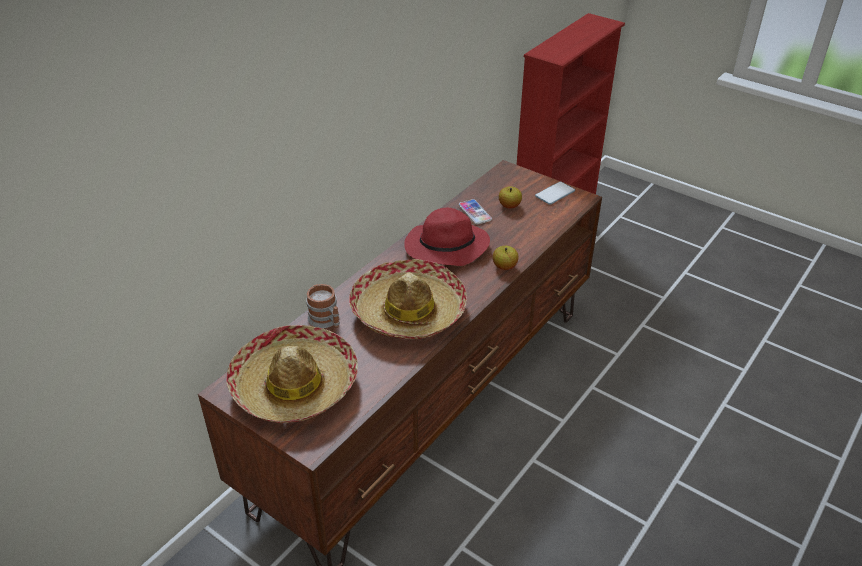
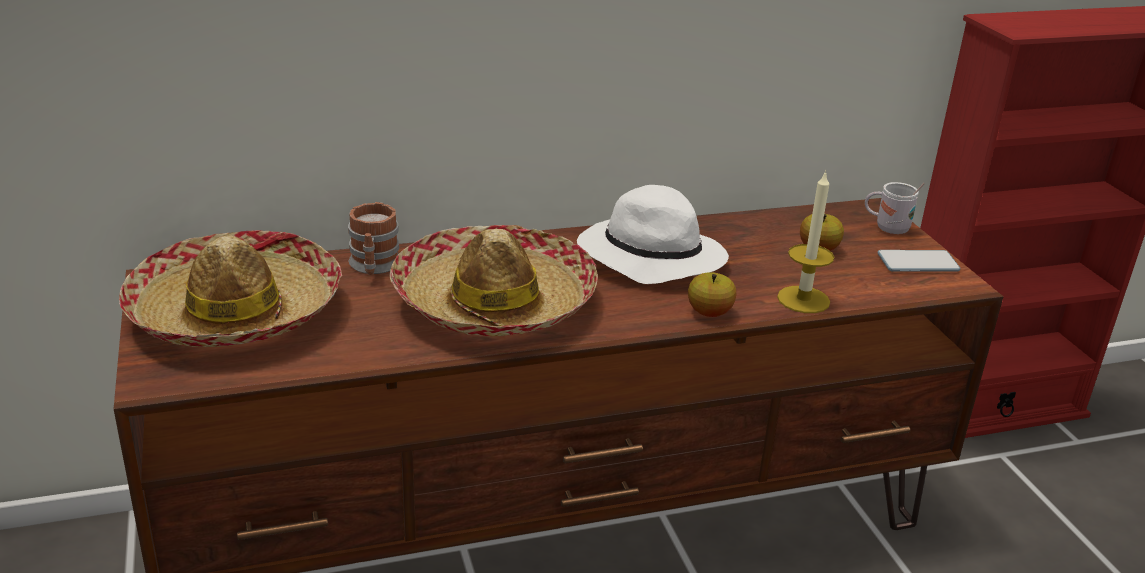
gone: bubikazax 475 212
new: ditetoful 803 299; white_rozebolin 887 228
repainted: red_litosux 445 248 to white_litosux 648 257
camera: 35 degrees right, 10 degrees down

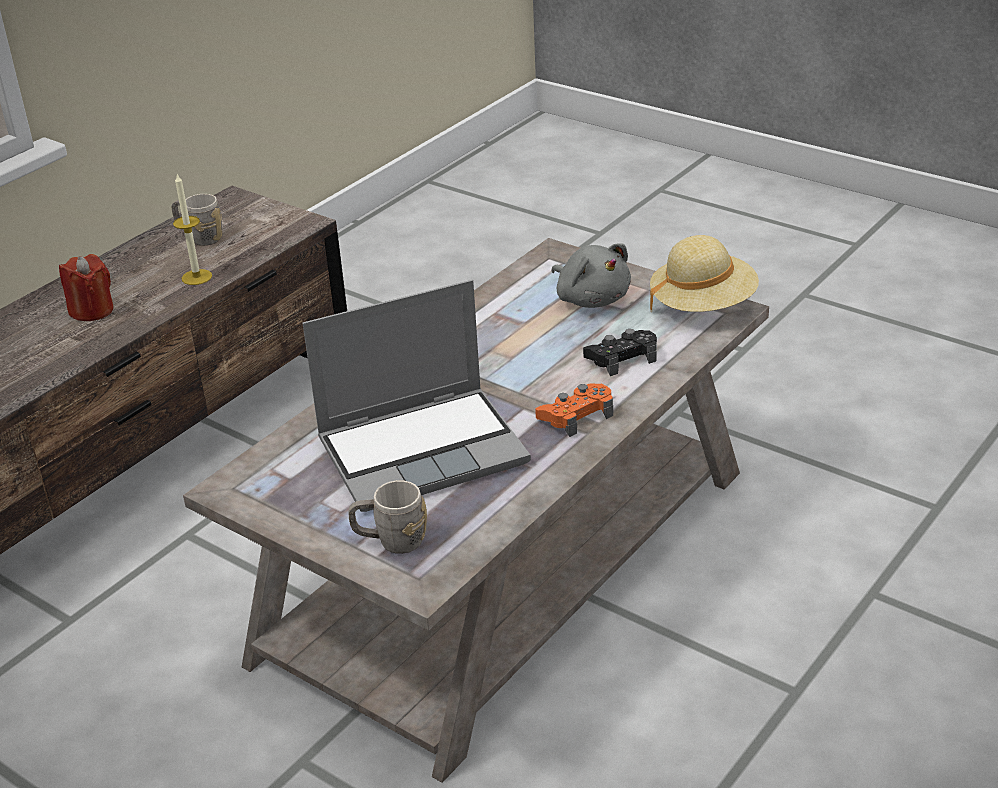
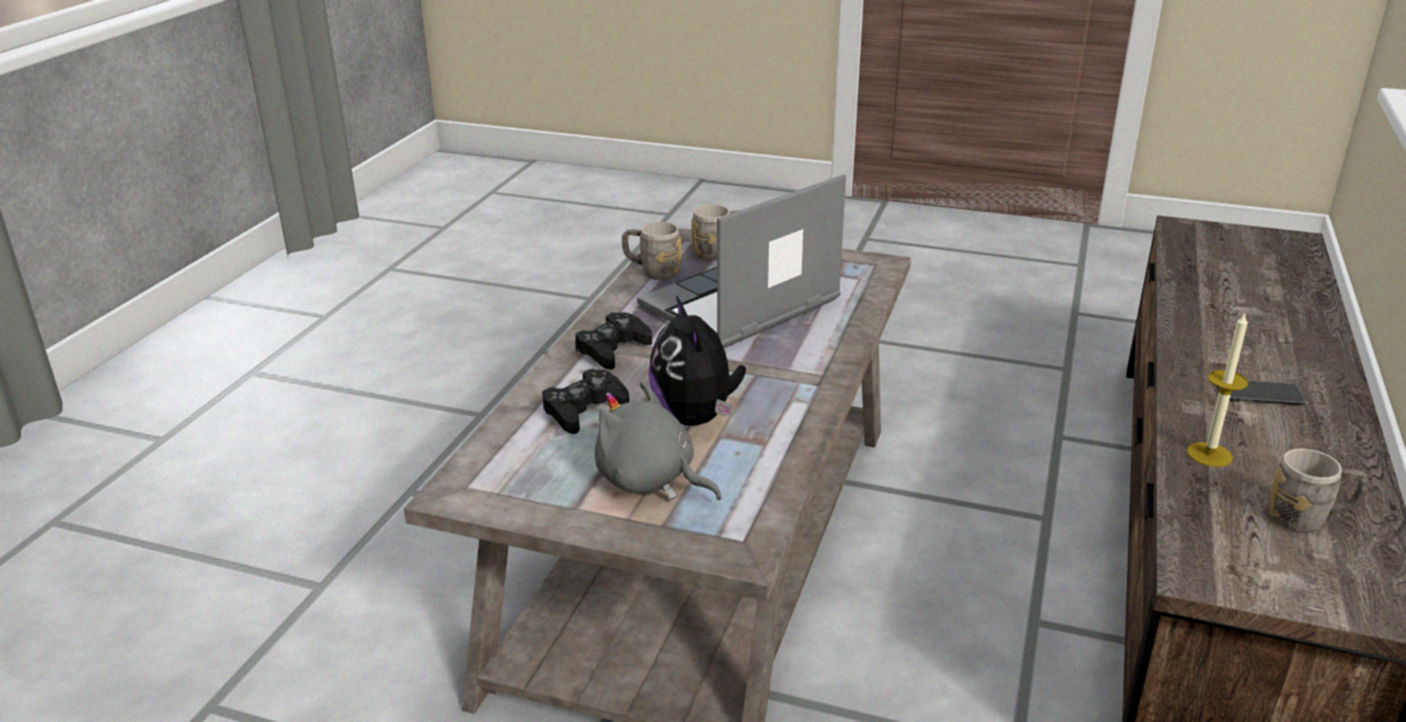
gone: beige_litosux 703 305
new: grey_rozebolin 652 271; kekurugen 696 418
swapped: red_ditetoful 92 310 to bubikazax 1259 394
repainted: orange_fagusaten 576 416 to black_fagusaten 612 349
camera: 160 degrees right, 5 degrees down

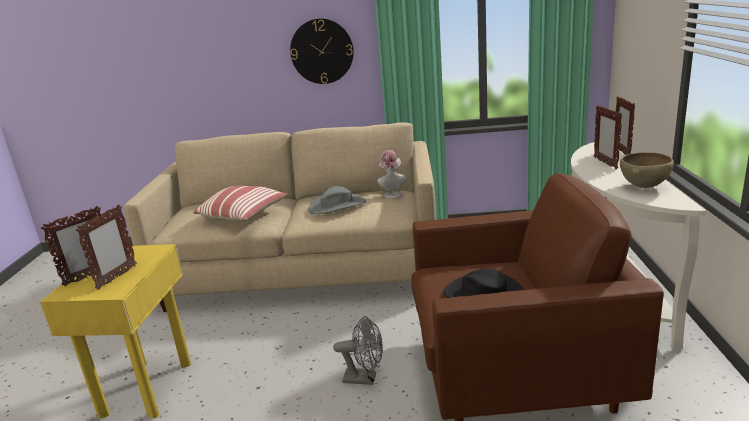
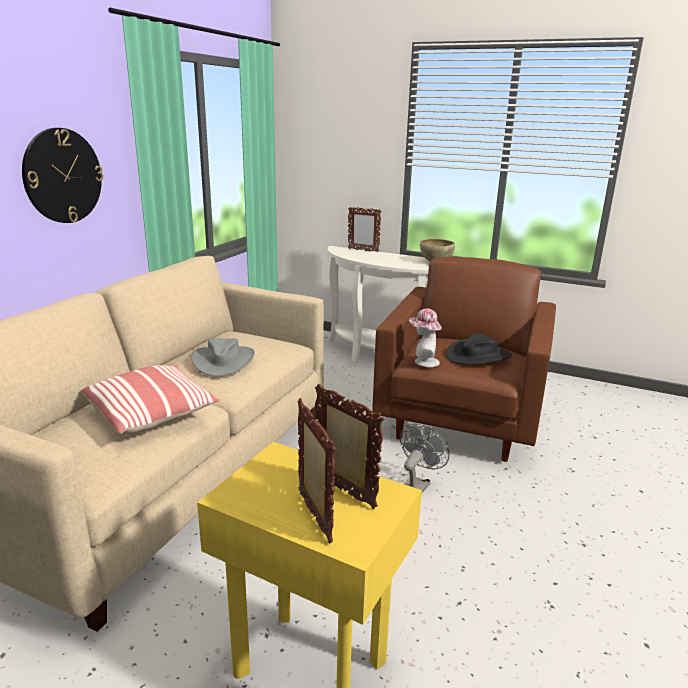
gone: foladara 605 163
shifted: litosux 392 194 to 423 362
camera: 70 degrees left, 0 degrees up

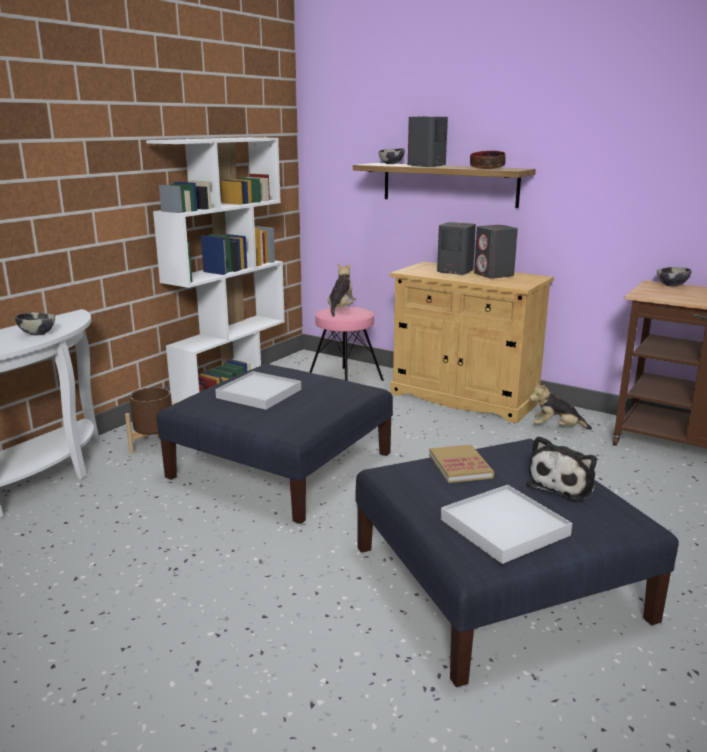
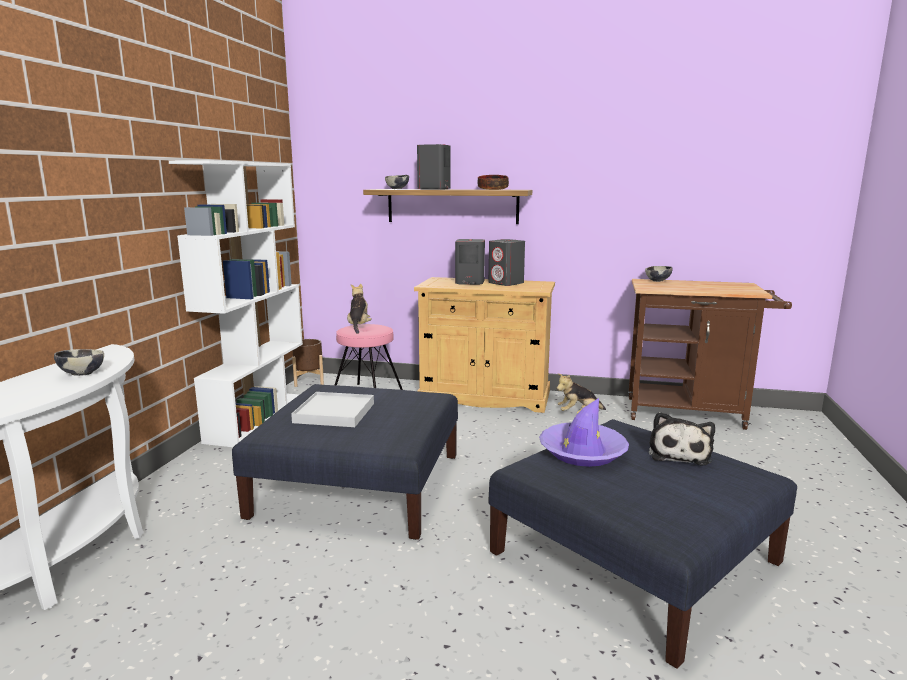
gone: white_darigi 504 527
shifted: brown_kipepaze 155 446 to 309 381
swapped: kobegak 460 466 to purple_litosux 582 452
camera: 20 degrees left, 5 degrees down

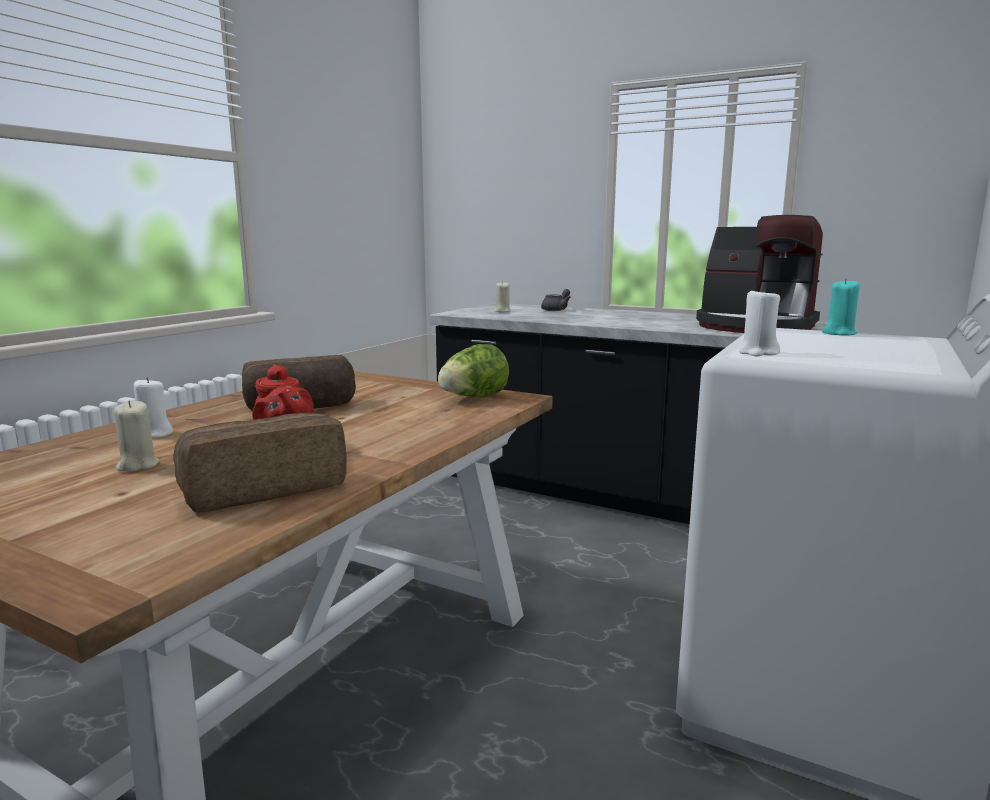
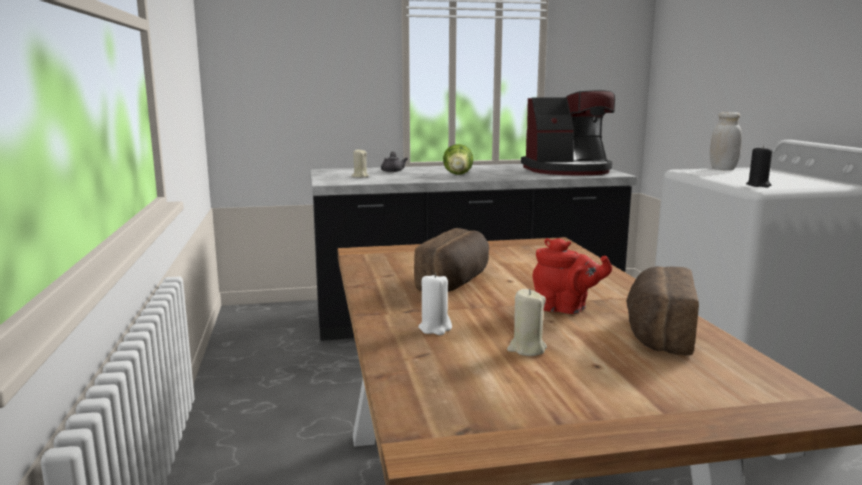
shifted: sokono 473 398 to 458 175
swapped: turquoise_ditetoful 839 333 to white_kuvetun 722 169
repainted: white_ditetoful 758 353 to black_ditetoful 758 185
camera: 40 degrees left, 0 degrees up

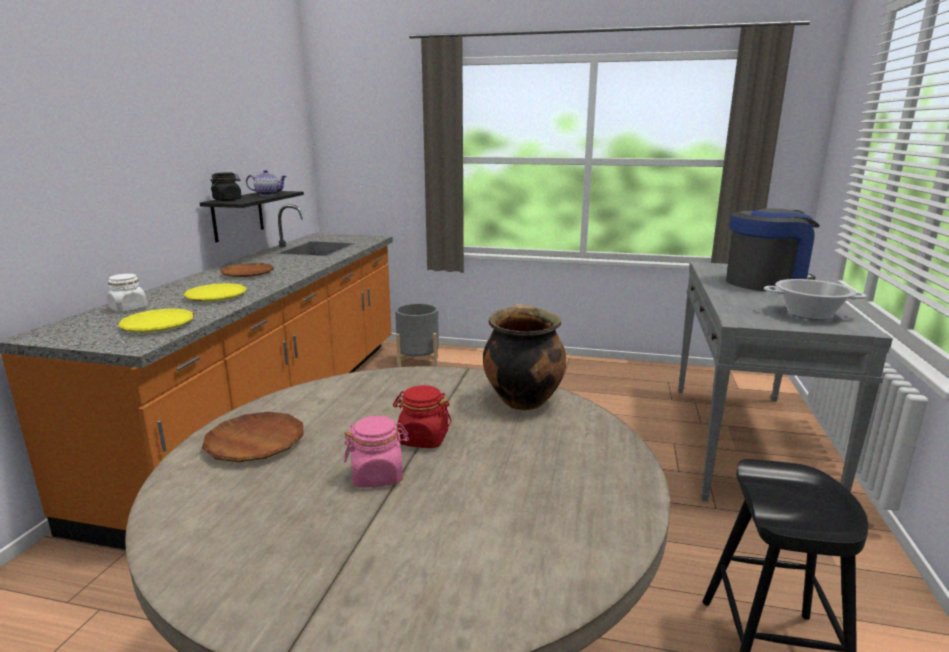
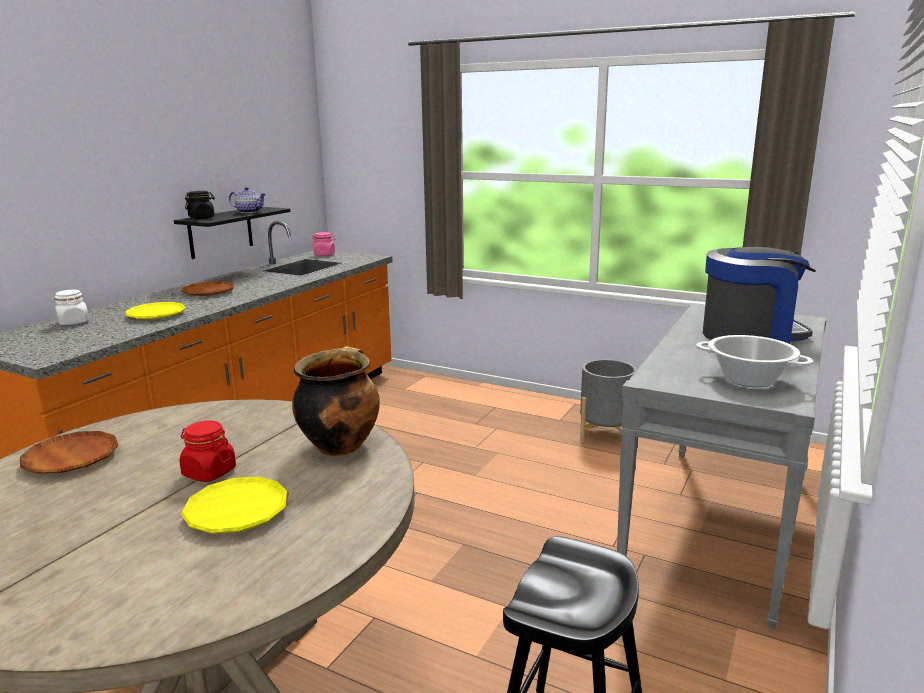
shifted: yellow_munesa 158 325 to 237 511; pink_kuvetun 378 476 to 324 254; grey_kipepaze 418 364 to 605 434
camera: 15 degrees right, 0 degrees up

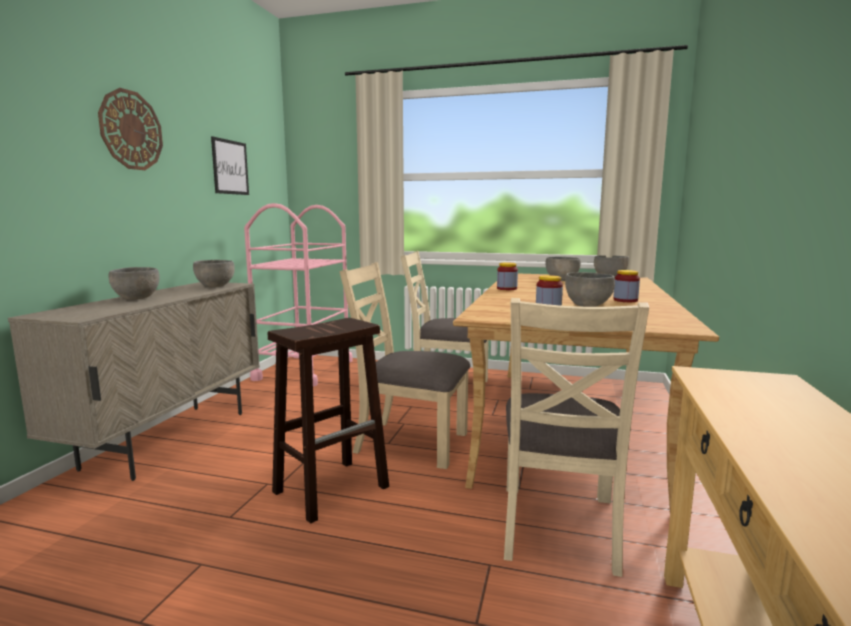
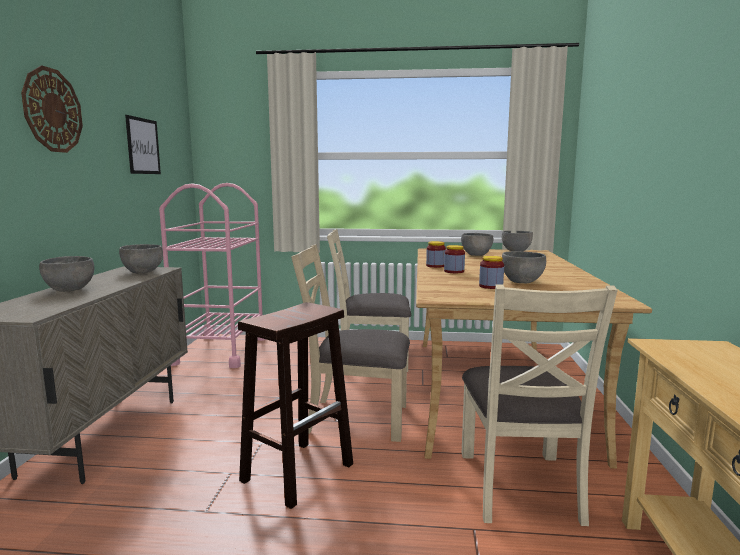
shifted: kuvetun 625 300 to 454 271
camera: 10 degrees left, 0 degrees up

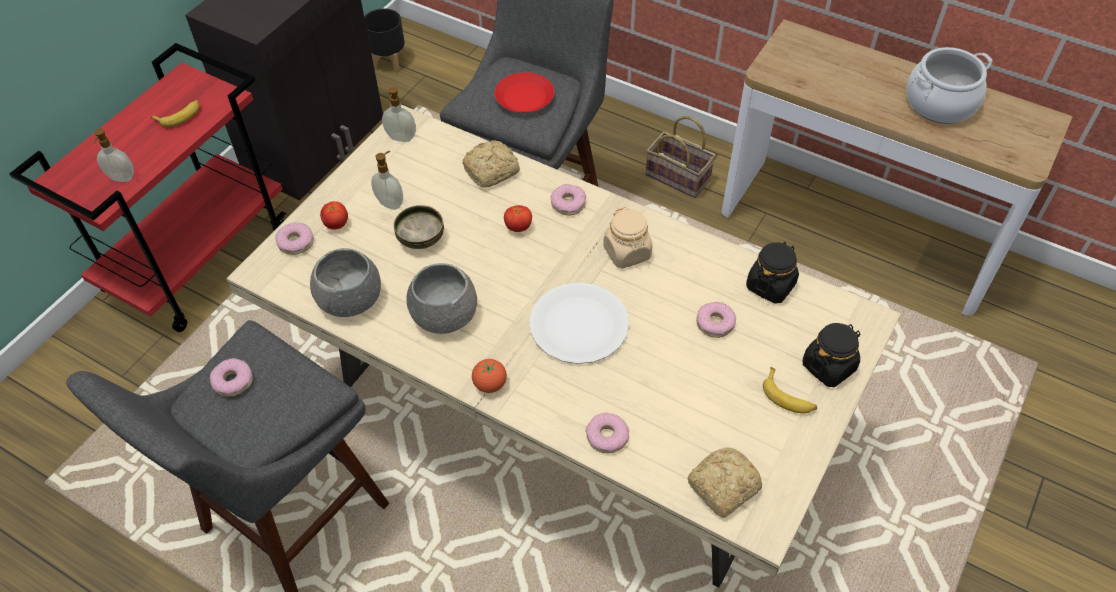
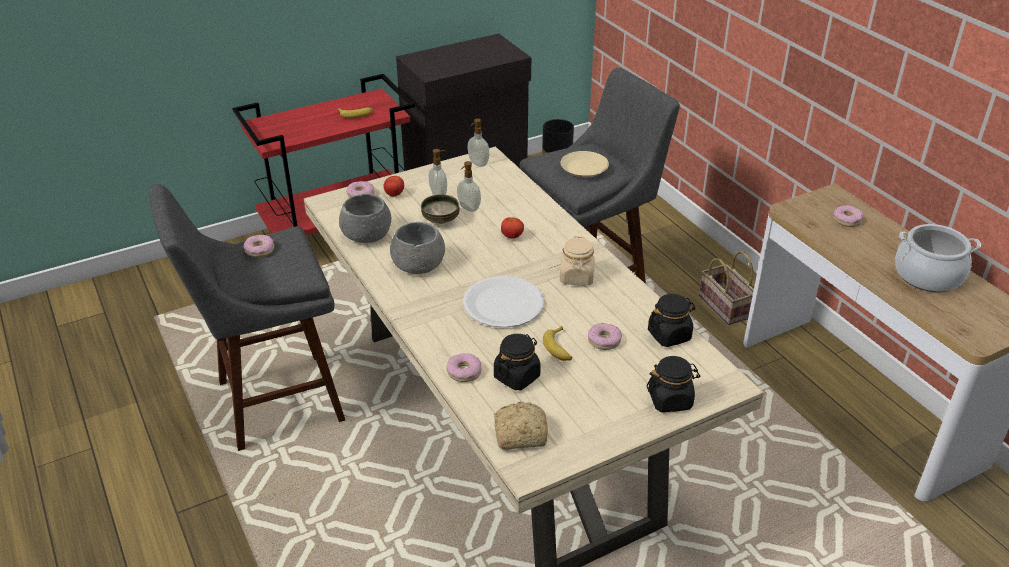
gone: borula 492 171; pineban 490 384
new: black_kuvetun 517 376
shifted: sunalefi 121 178 to 468 208; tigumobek 568 204 to 847 220; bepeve 788 397 to 559 348
repainted: red_munesa 524 98 to beige_munesa 584 168
camera: 30 degrees right, 15 degrees down

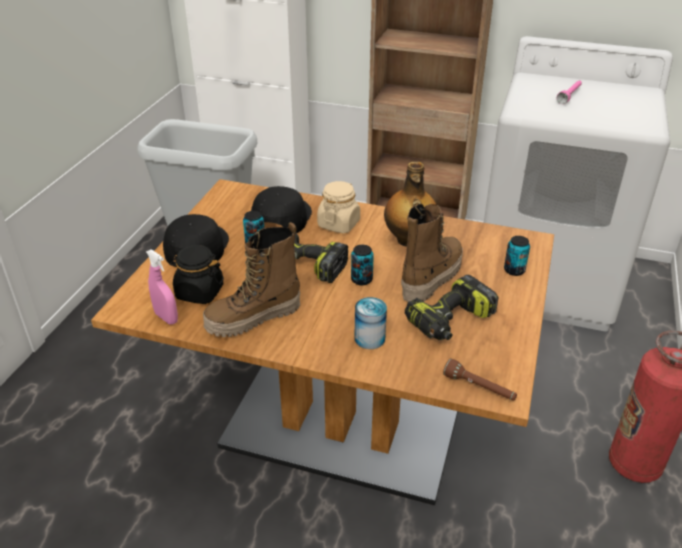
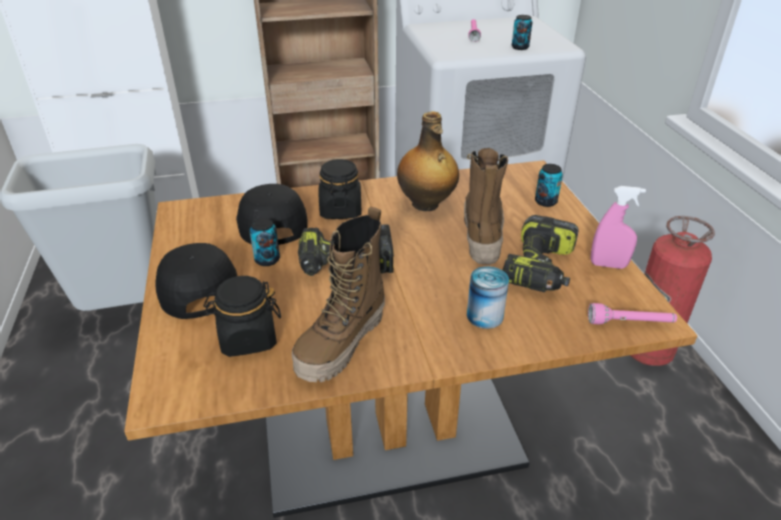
shifted: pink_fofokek 166 318 to 608 265; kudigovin 361 279 to 520 47
repainted: beige_kuvetun 338 224 to black_kuvetun 340 210; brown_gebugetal 479 388 to pink_gebugetal 630 323
camera: 30 degrees left, 0 degrees up

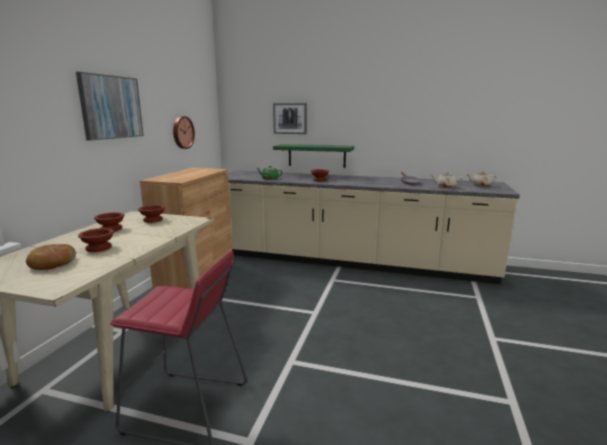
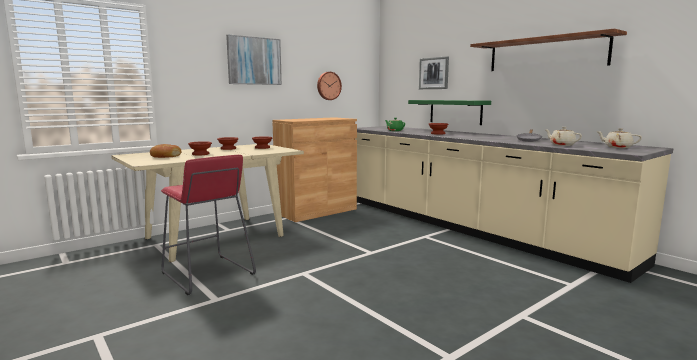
new: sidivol 545 54
camera: 35 degrees right, 5 degrees down

